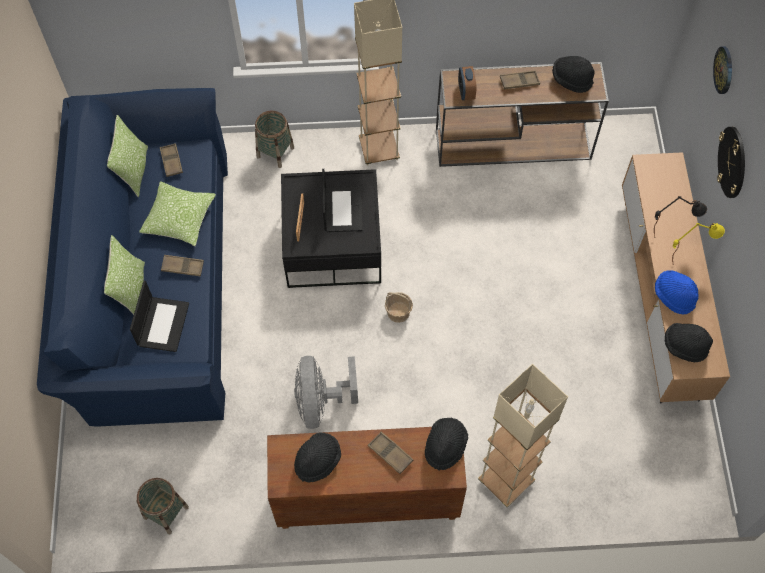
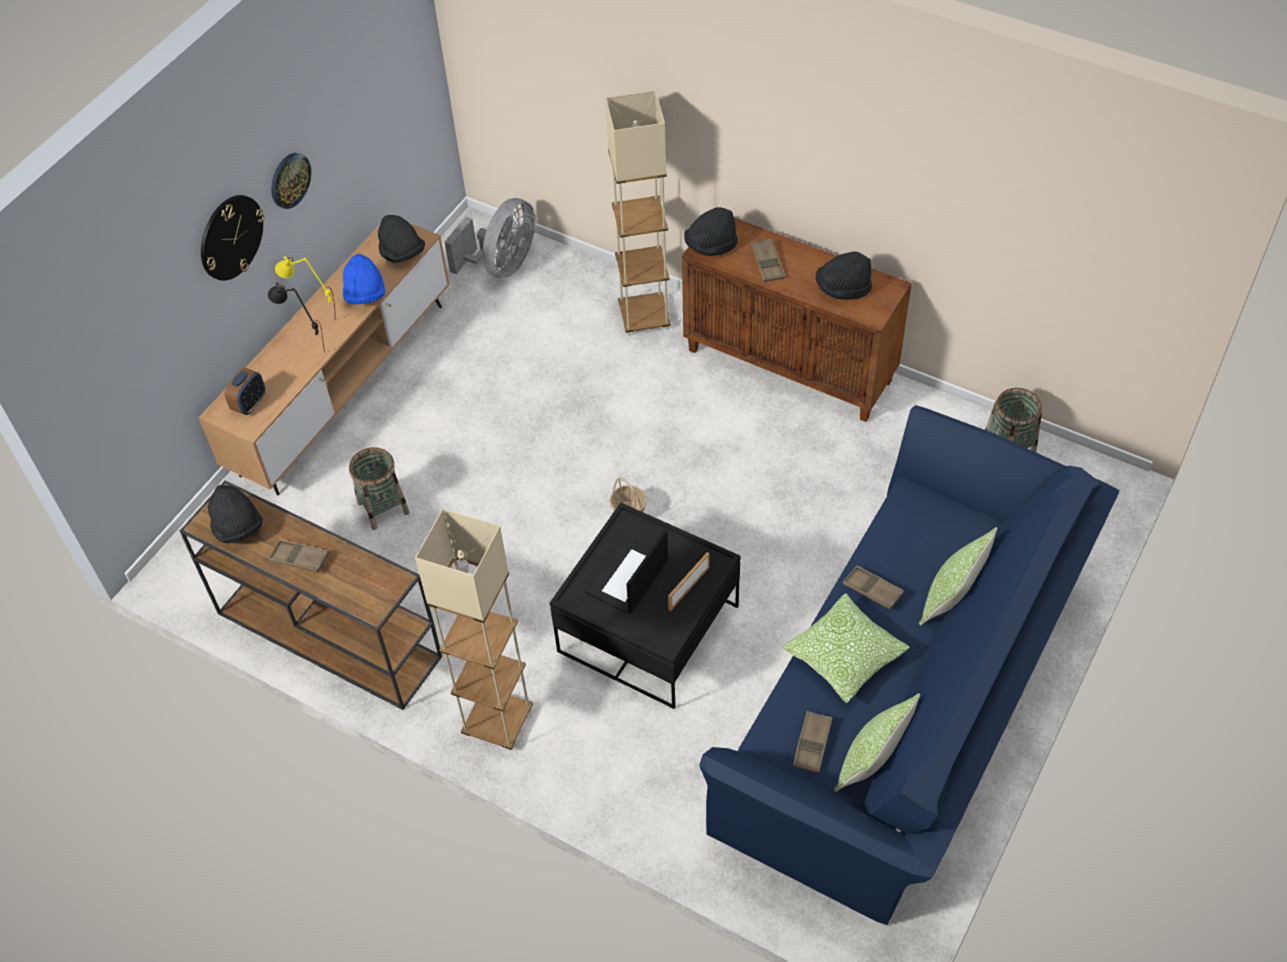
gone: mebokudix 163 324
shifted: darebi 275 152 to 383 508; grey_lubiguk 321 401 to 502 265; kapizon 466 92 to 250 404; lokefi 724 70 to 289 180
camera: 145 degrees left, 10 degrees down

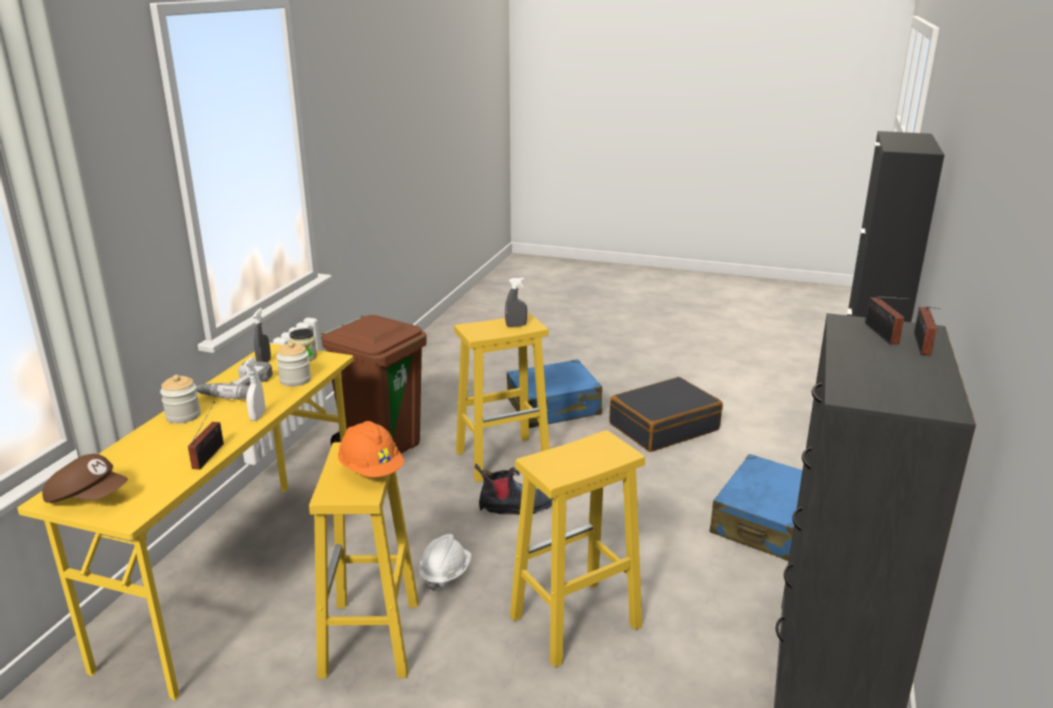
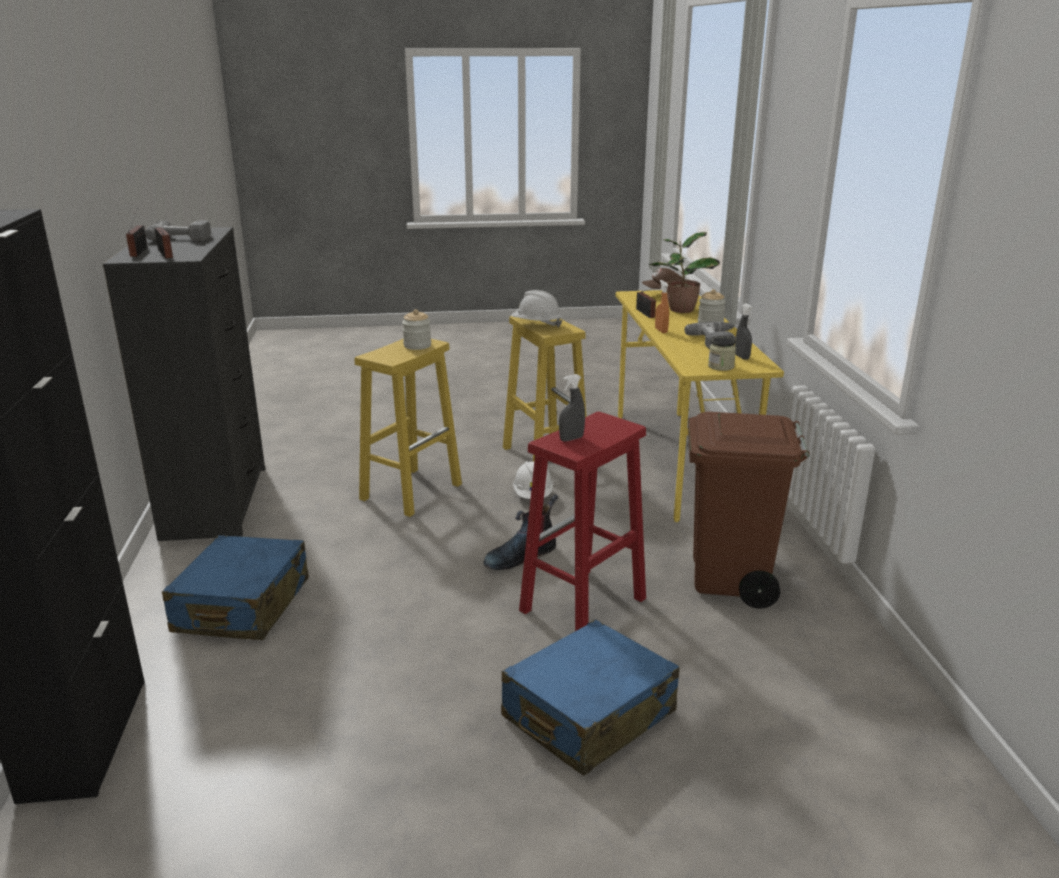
gone: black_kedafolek 663 426
new: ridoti 182 236; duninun 680 310
shifted: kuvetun 295 380 to 417 346
repainted: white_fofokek 257 416 to orange_fofokek 661 331; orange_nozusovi 371 470 to white_nozusovi 536 325; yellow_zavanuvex 504 458 to red_zavanuvex 582 606
camera: 155 degrees right, 0 degrees up

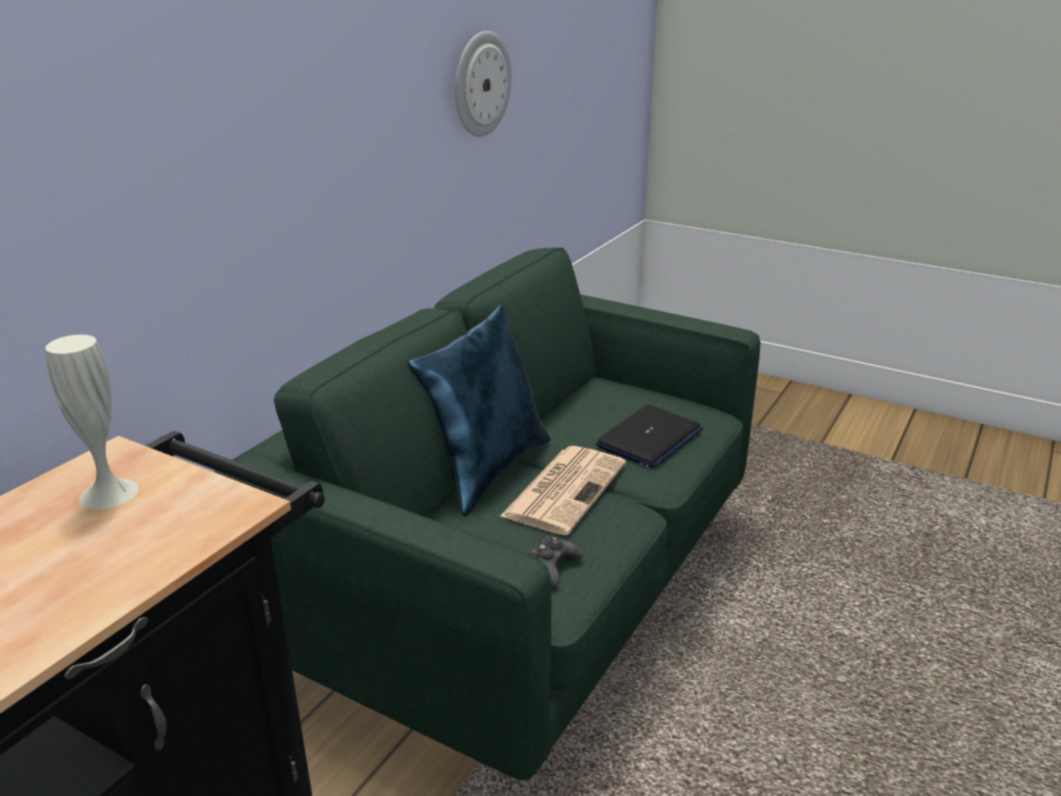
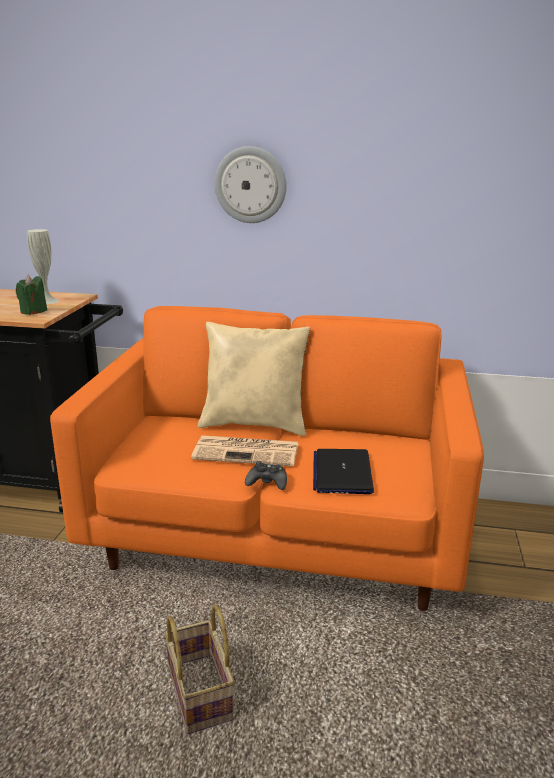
new: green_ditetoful 33 311; darebi 202 695
shifted: lokefi 480 84 to 250 185; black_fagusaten 551 567 to 267 482
repainted: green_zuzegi 530 593 to orange_zuzegi 277 536; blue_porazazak 486 469 to beige_porazazak 255 424
rotated: mebokudix 649 438 = 342 472 75 degrees clockwise
camera: 70 degrees right, 5 degrees down

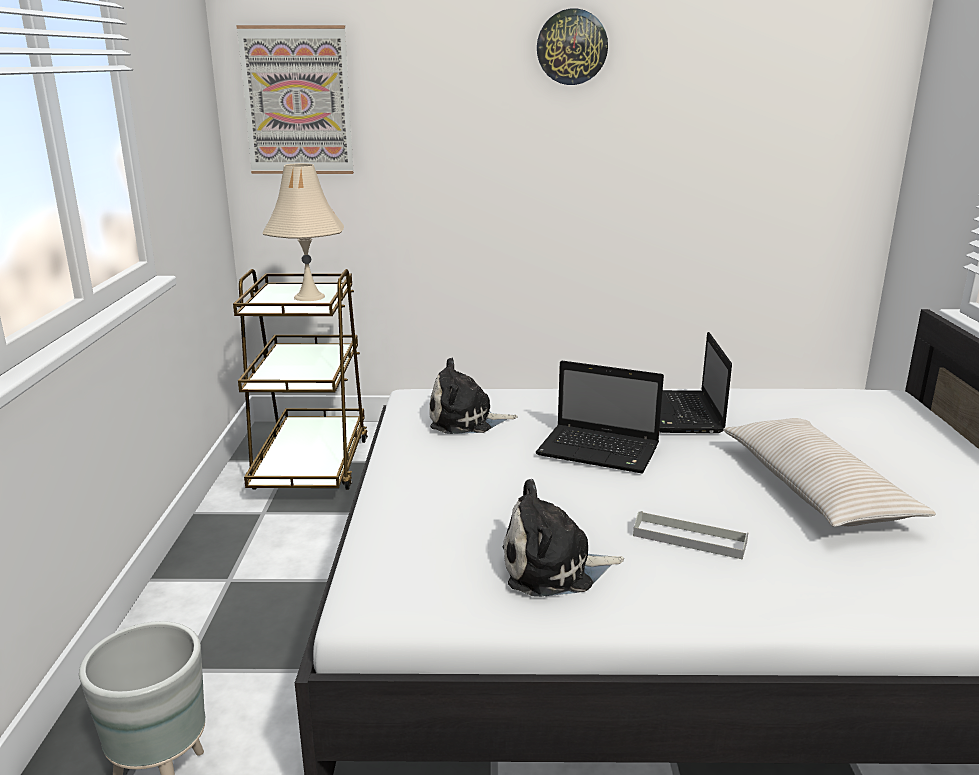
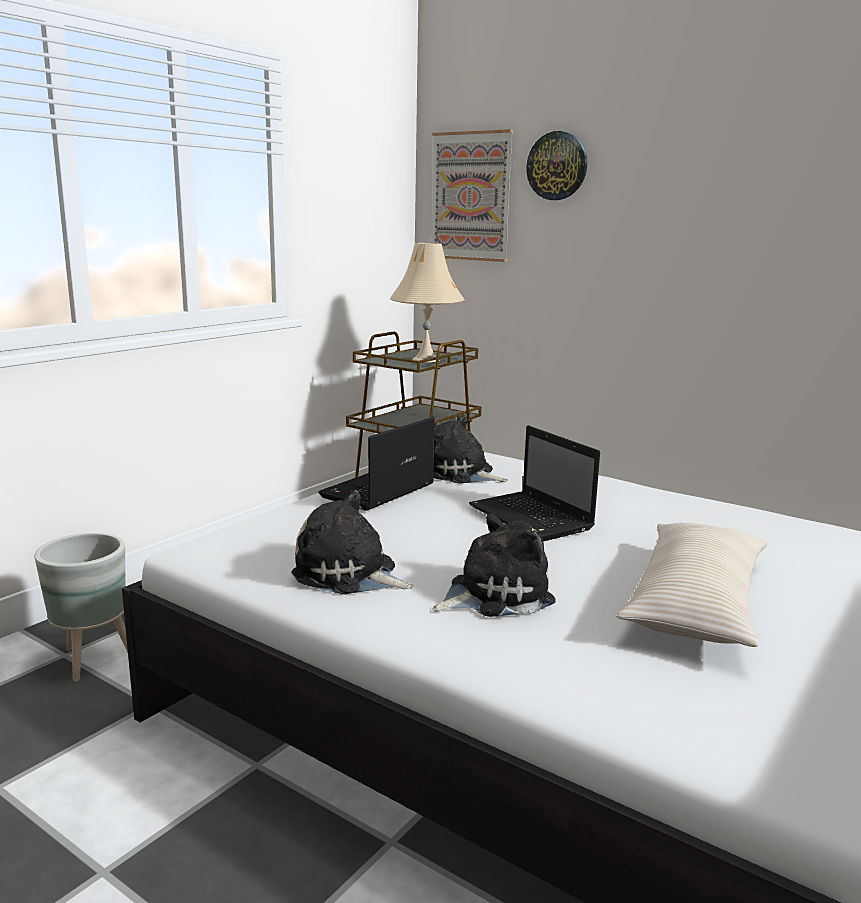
shifted: lokefi 572 47 to 557 166; mebokudix 682 414 to 377 492
swapped: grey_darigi 689 539 to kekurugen 494 594
camera: 35 degrees right, 5 degrees down

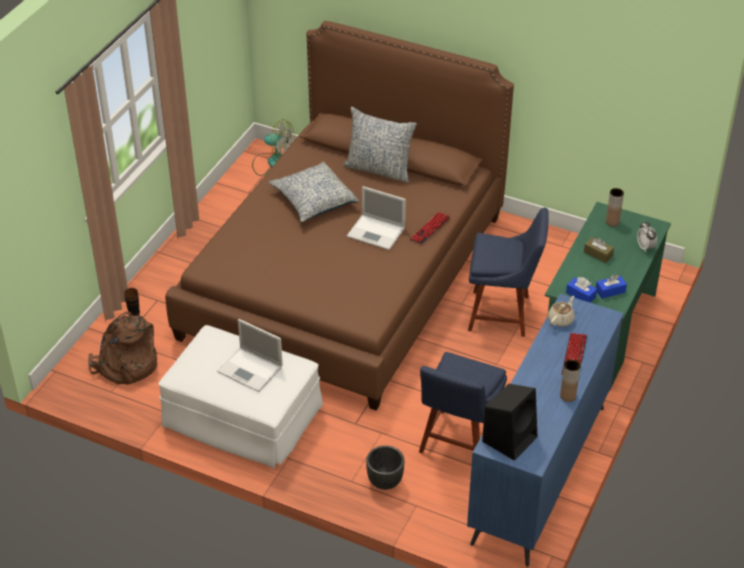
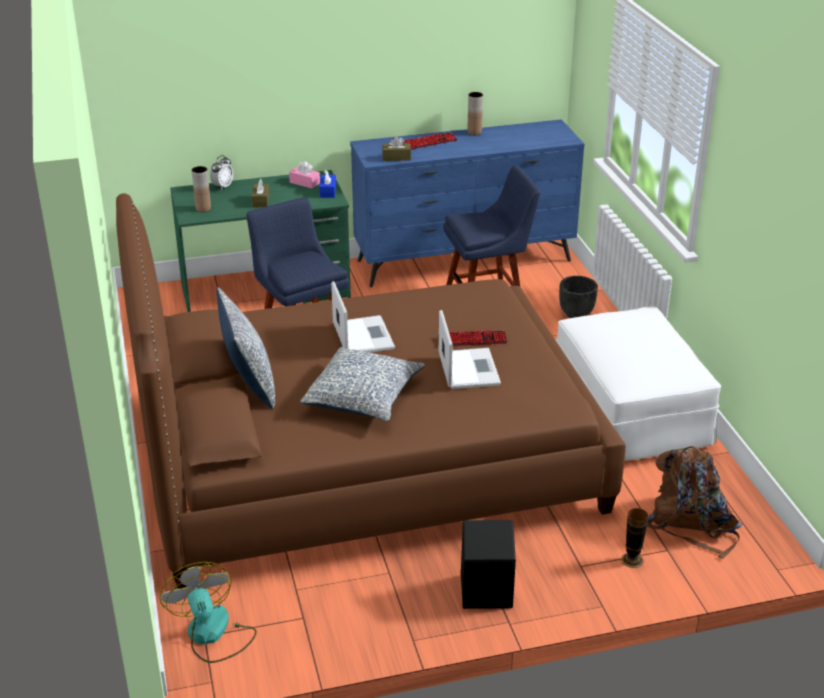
shifted: mebokudix 251 370 to 468 368; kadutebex 430 229 to 472 340; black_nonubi 510 438 to 484 591
swapped: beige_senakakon 561 319 to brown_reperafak 396 157
repainted: blue_reperafak 610 291 to pink_reperafak 304 183
camera: 130 degrees left, 10 degrees down

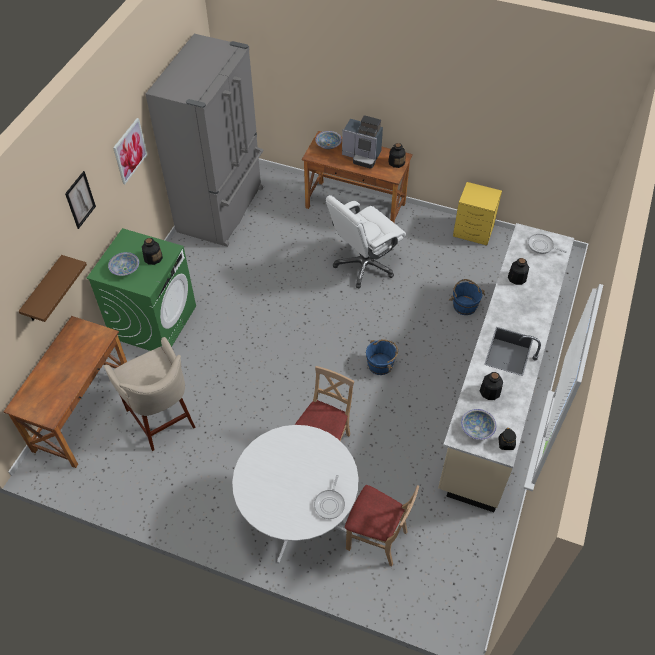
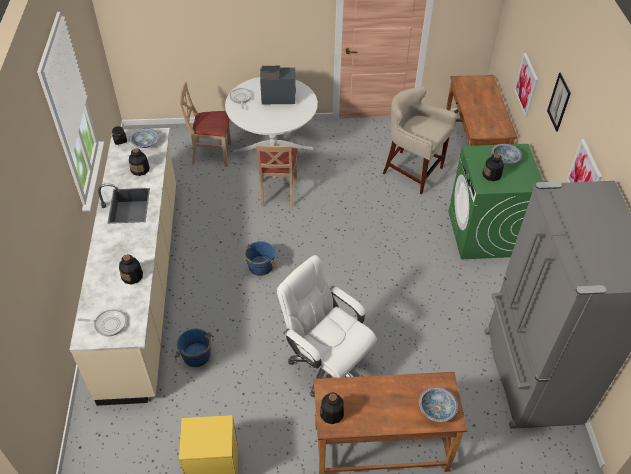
shifted: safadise 362 156 to 277 97
swapped: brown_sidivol 44 290 to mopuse 526 84
rotated: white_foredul 364 265 = 326 364 75 degrees counterclockwise
camera: 155 degrees right, 5 degrees down

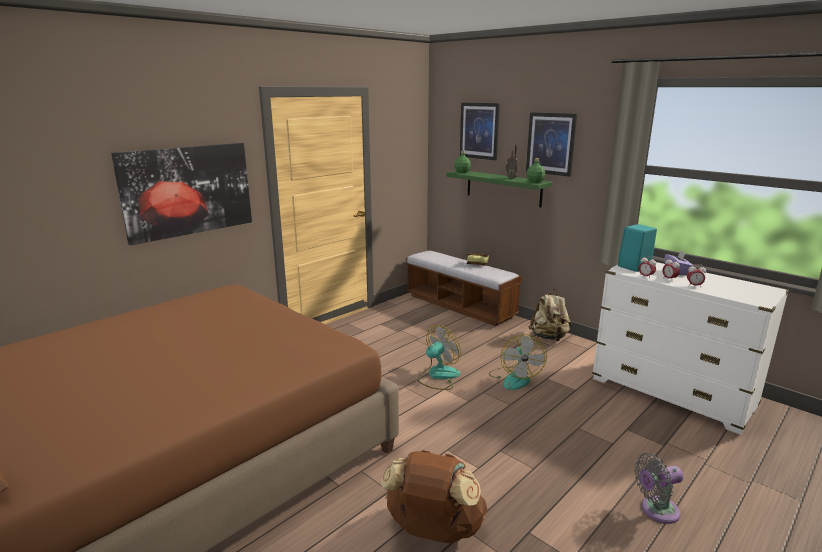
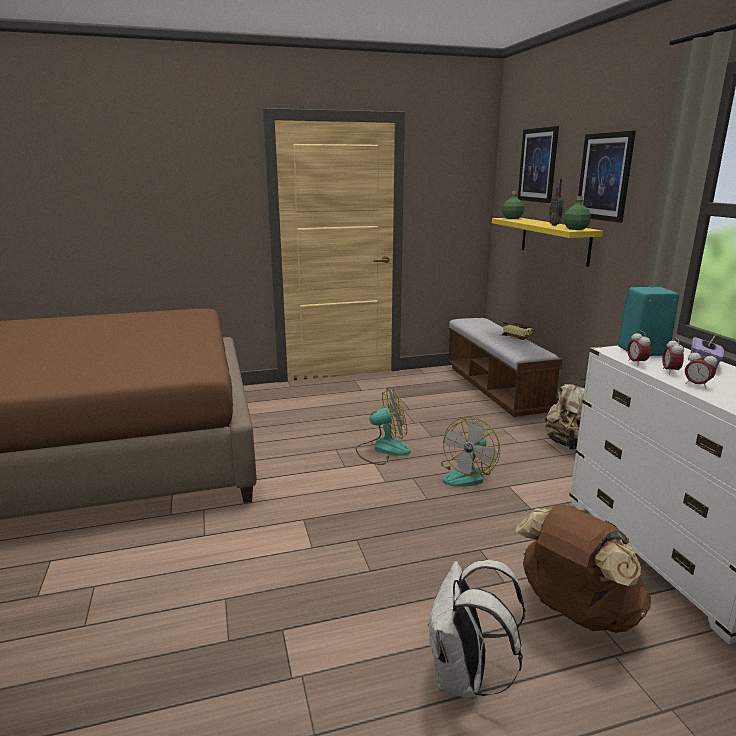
gone: mopuse 187 190
shifted: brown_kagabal 434 530 to 575 612
swapped: grey_lubiguk 656 510 to white_kagabal 464 678
repainted: green_sidivol 503 188 to yellow_sidivol 554 240
camera: 30 degrees right, 0 degrees up

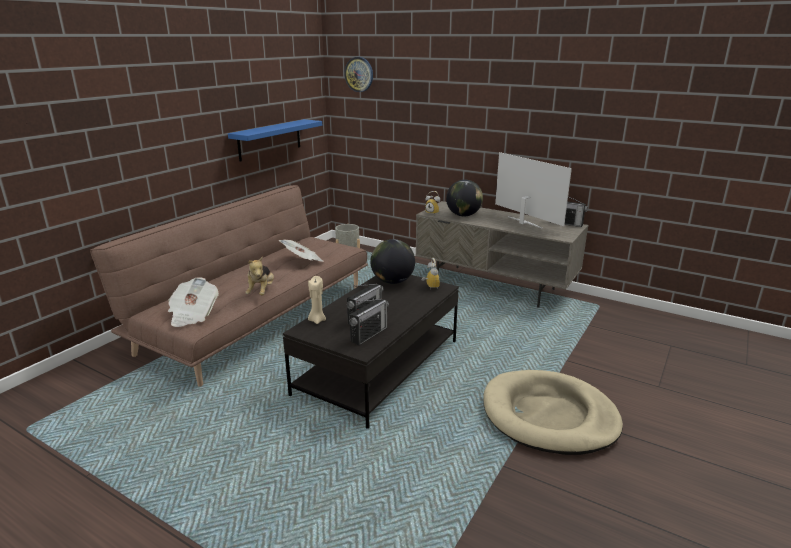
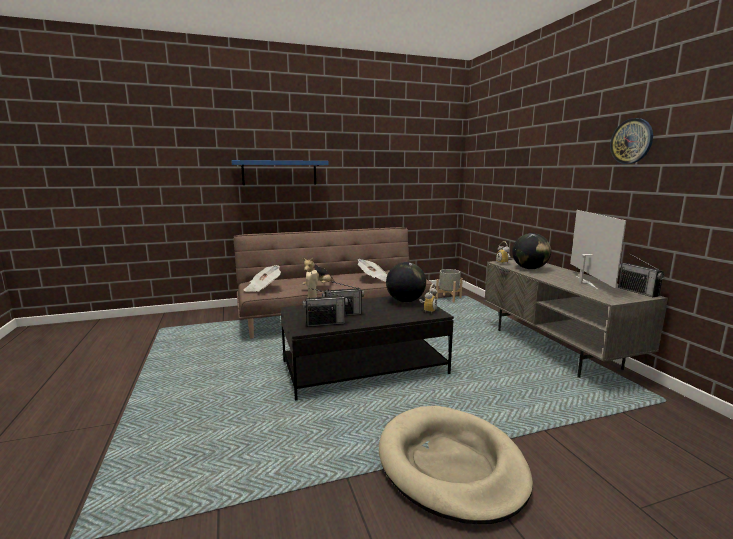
shifted: blue_sidivol 270 139 to 279 173; lokefi 359 74 to 631 141
camera: 40 degrees right, 10 degrees down

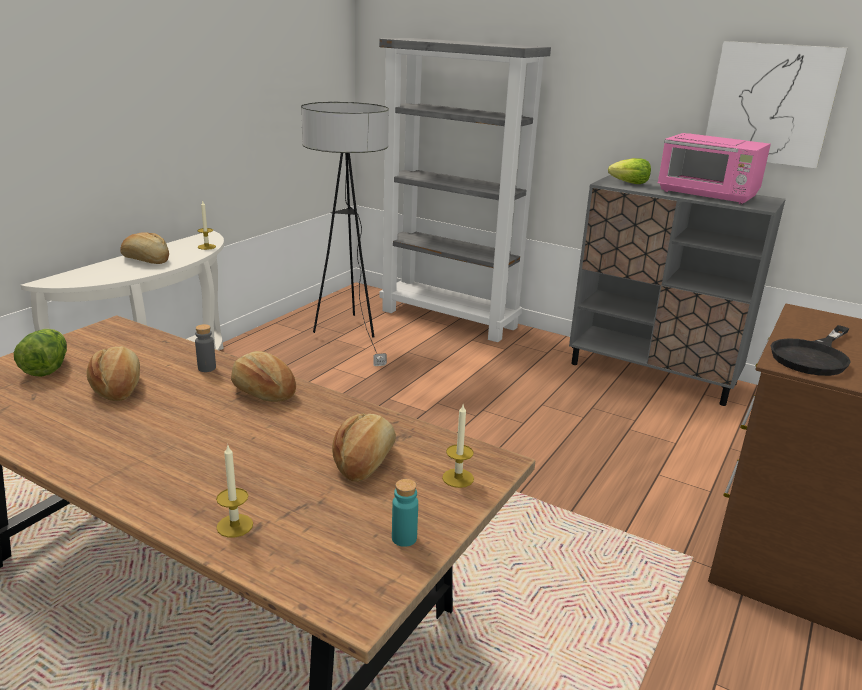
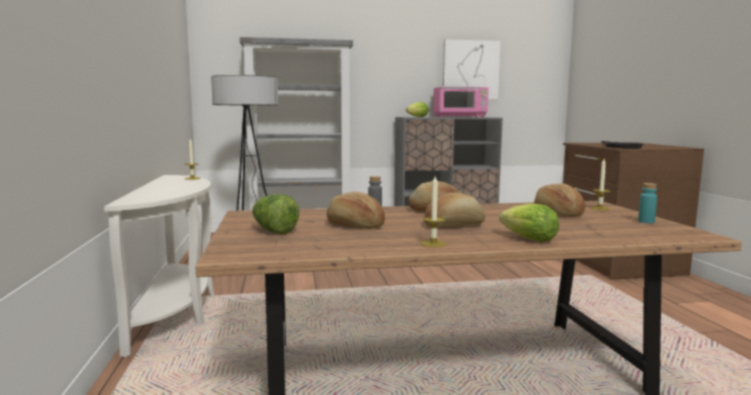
new: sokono 529 240
shifted: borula 146 260 to 454 226; ditetoful 235 525 to 433 243
camera: 40 degrees left, 15 degrees down

